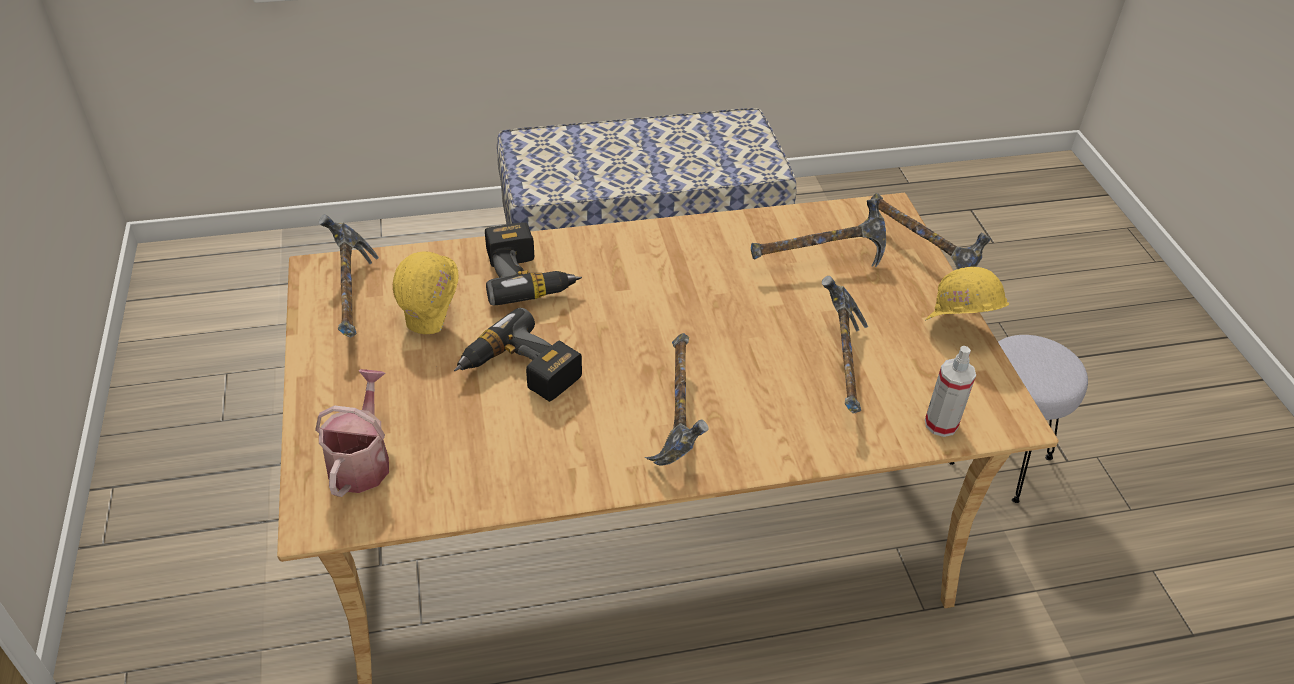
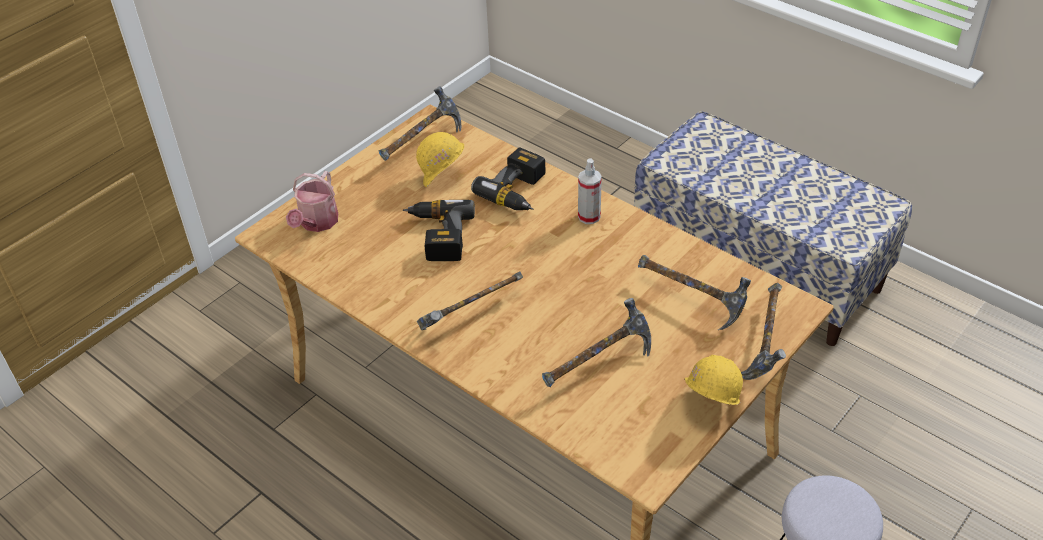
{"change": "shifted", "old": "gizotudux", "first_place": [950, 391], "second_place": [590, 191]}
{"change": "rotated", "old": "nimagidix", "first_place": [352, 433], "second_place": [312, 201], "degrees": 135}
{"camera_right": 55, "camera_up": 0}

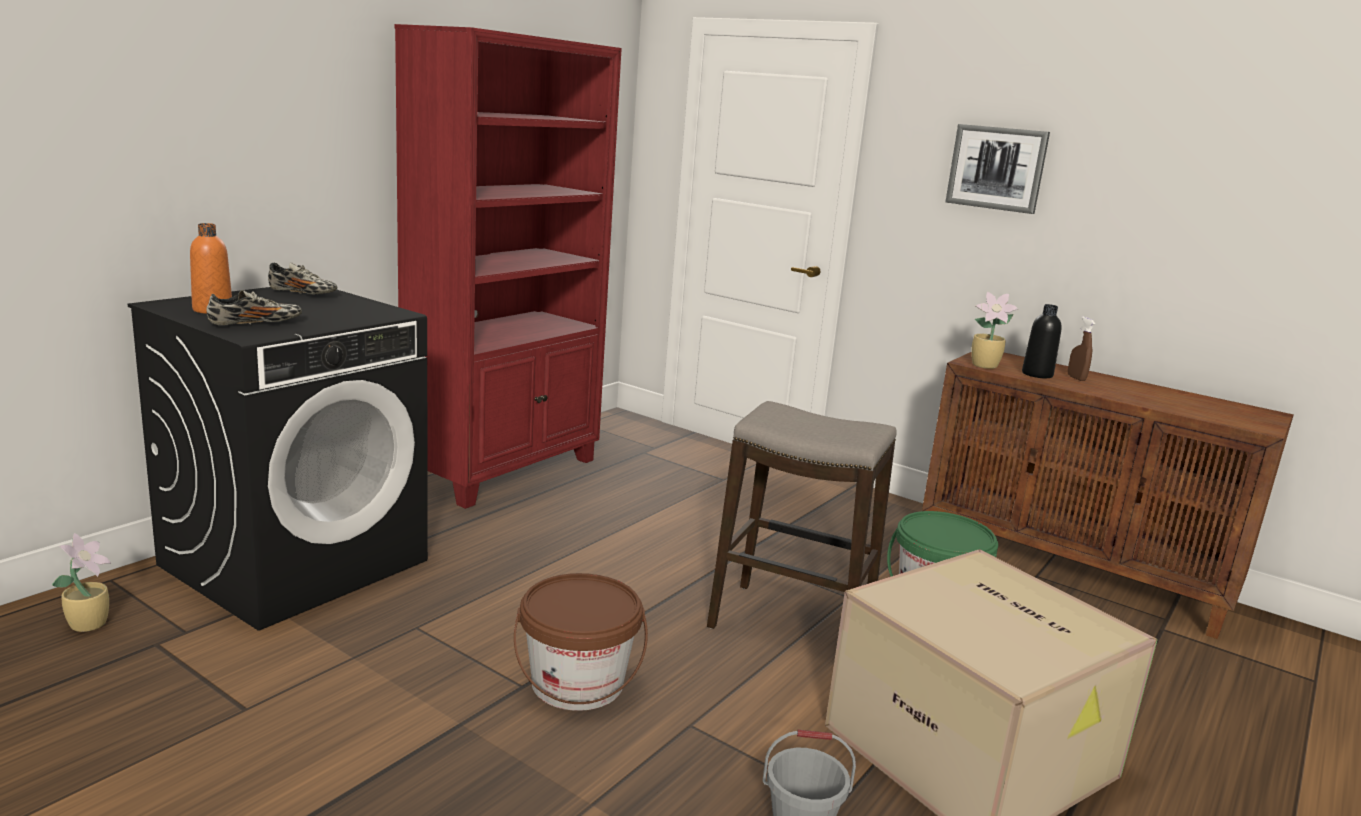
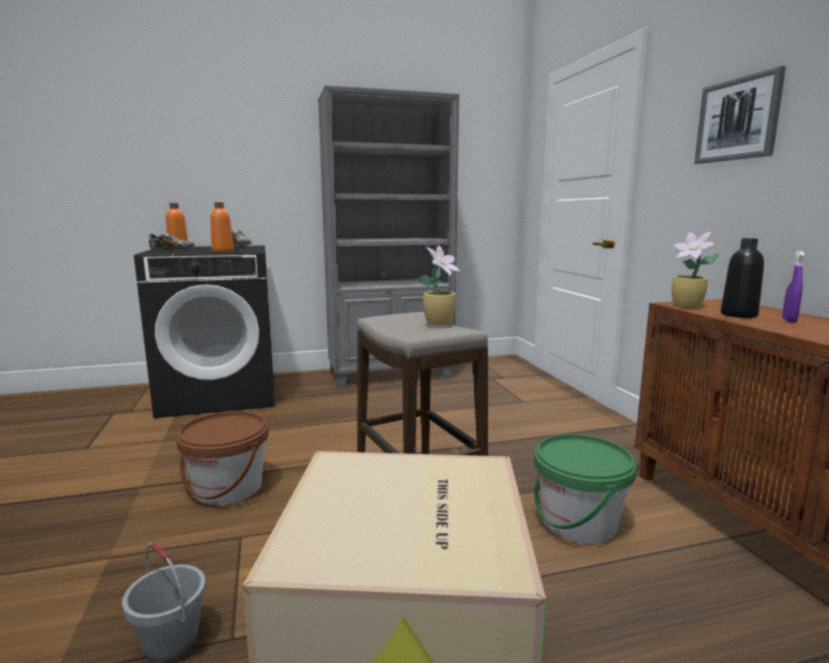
{"change": "new", "new": "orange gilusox", "second_place": [222, 227]}
{"change": "shifted", "old": "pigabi", "first_place": [81, 582], "second_place": [439, 286]}
{"change": "repainted", "old": "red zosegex", "new": "grey zosegex", "first_place": [508, 266], "second_place": [388, 236]}
{"change": "repainted", "old": "brown gizotudux", "new": "purple gizotudux", "first_place": [1081, 349], "second_place": [793, 286]}
{"camera_right": 40, "camera_up": -5}

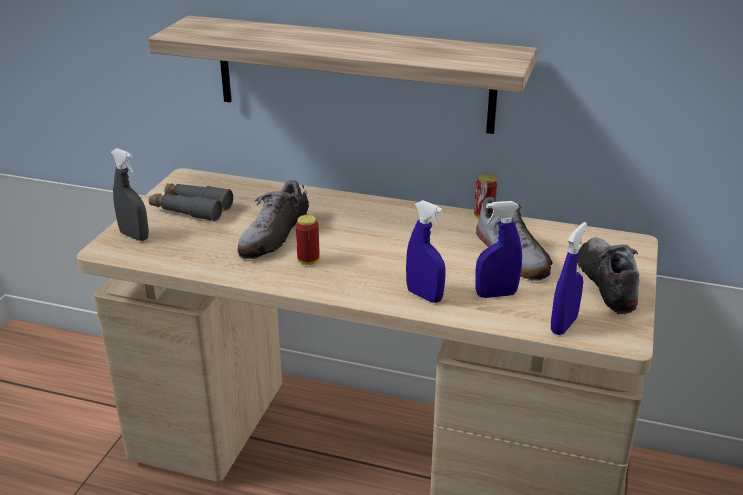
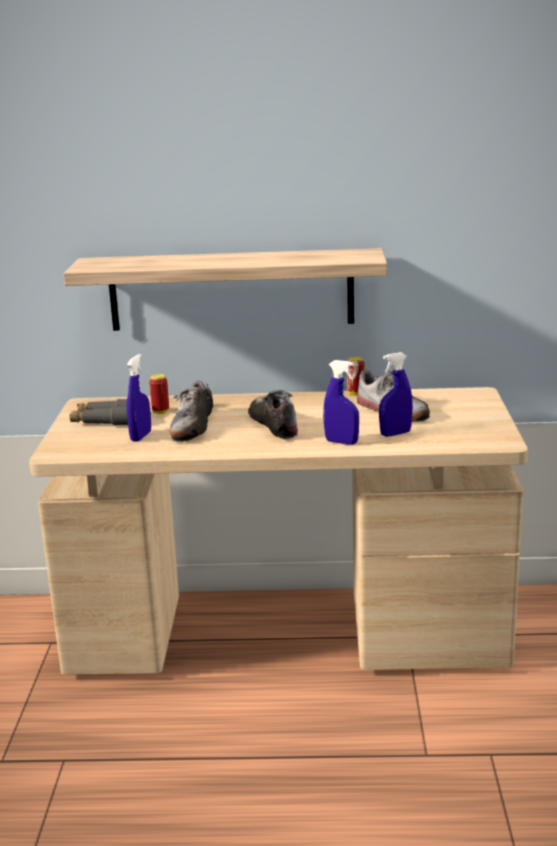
{"change": "gone", "old": "grey gizotudux", "first_place": [130, 194]}
{"change": "shifted", "old": "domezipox", "first_place": [308, 240], "second_place": [159, 394]}
{"change": "shifted", "old": "blue gizotudux", "first_place": [569, 278], "second_place": [139, 398]}
{"change": "shifted", "old": "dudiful", "first_place": [608, 275], "second_place": [273, 414]}
{"camera_right": -15, "camera_up": -10}

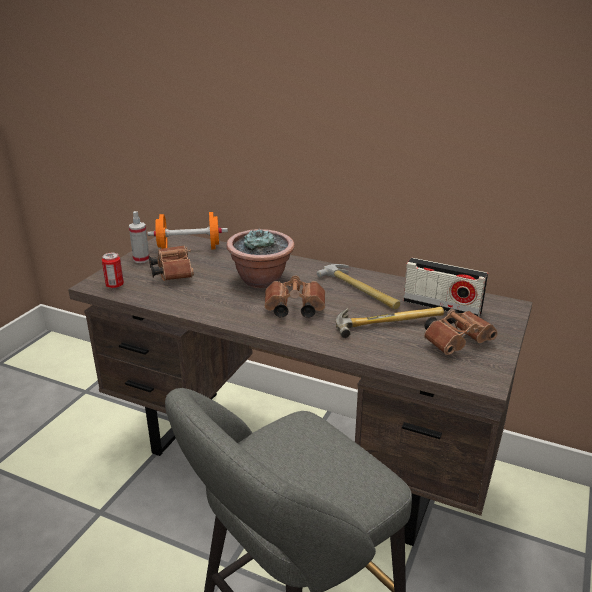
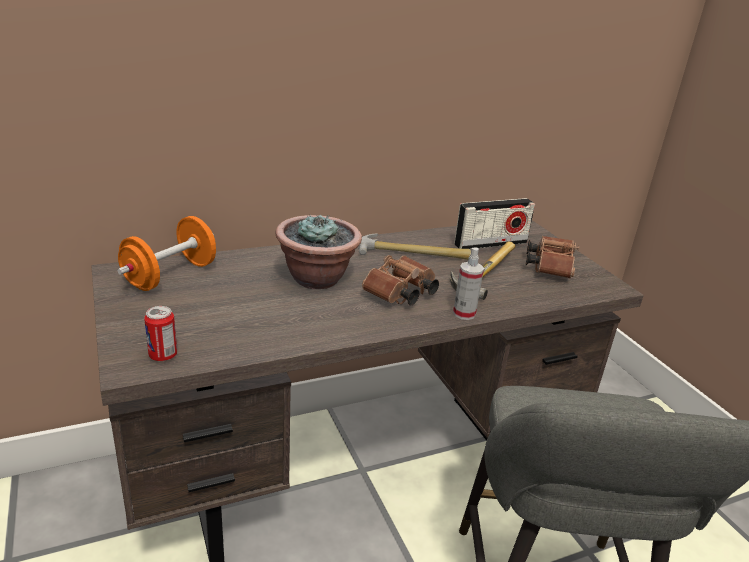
{"change": "gone", "old": "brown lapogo", "first_place": [171, 263]}
{"change": "shifted", "old": "gizotudux", "first_place": [139, 237], "second_place": [468, 284]}
{"camera_right": -50, "camera_up": 0}

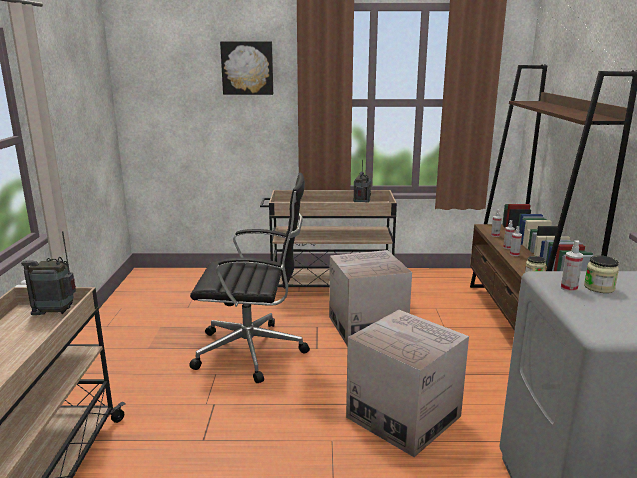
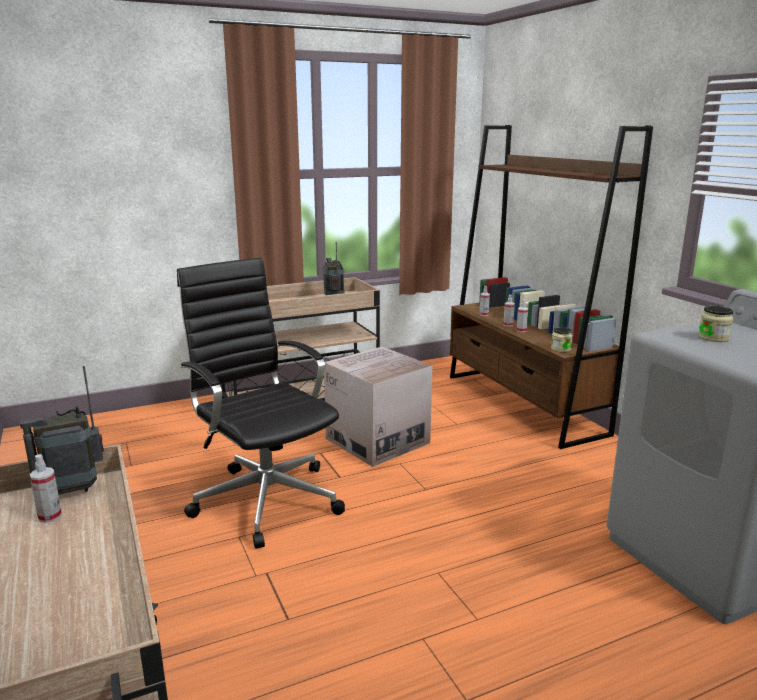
{"change": "gone", "old": "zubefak", "first_place": [246, 68]}
{"change": "gone", "old": "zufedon", "first_place": [407, 383]}
{"change": "shifted", "old": "gizotudux", "first_place": [572, 266], "second_place": [46, 488]}
{"change": "rotated", "old": "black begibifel", "first_place": [249, 278], "second_place": [261, 403], "degrees": -105}
{"camera_right": -25, "camera_up": 0}

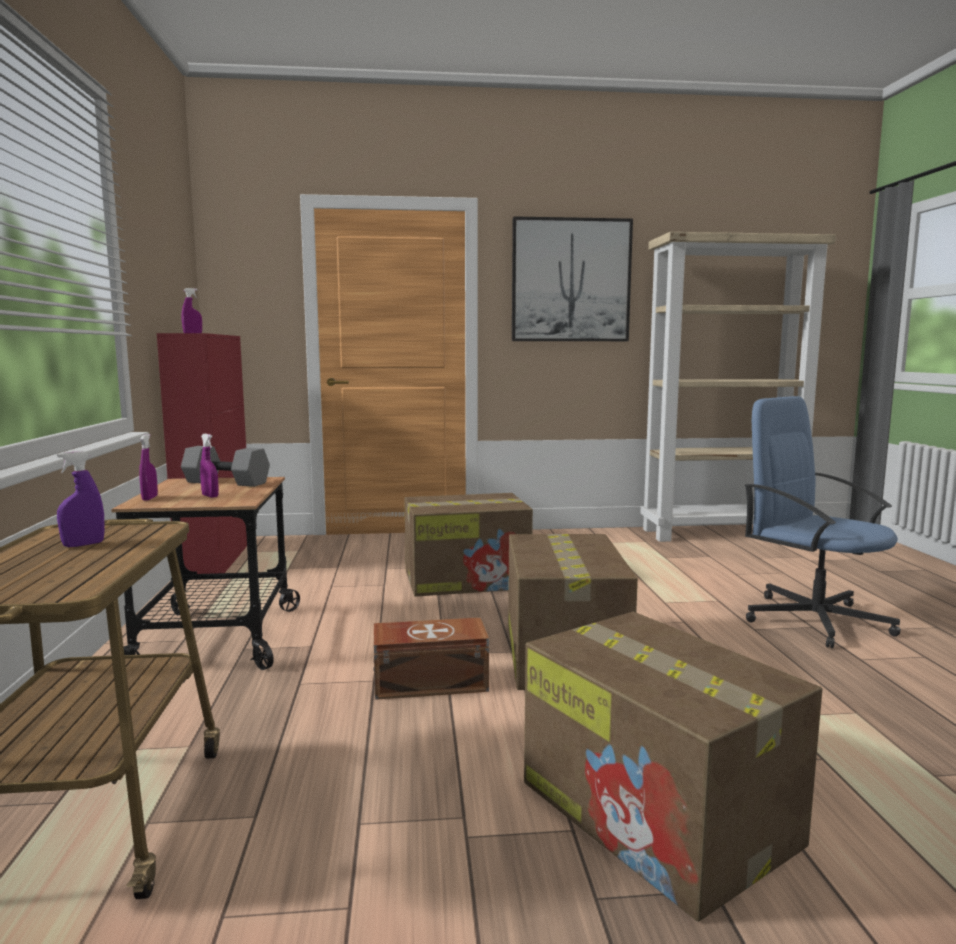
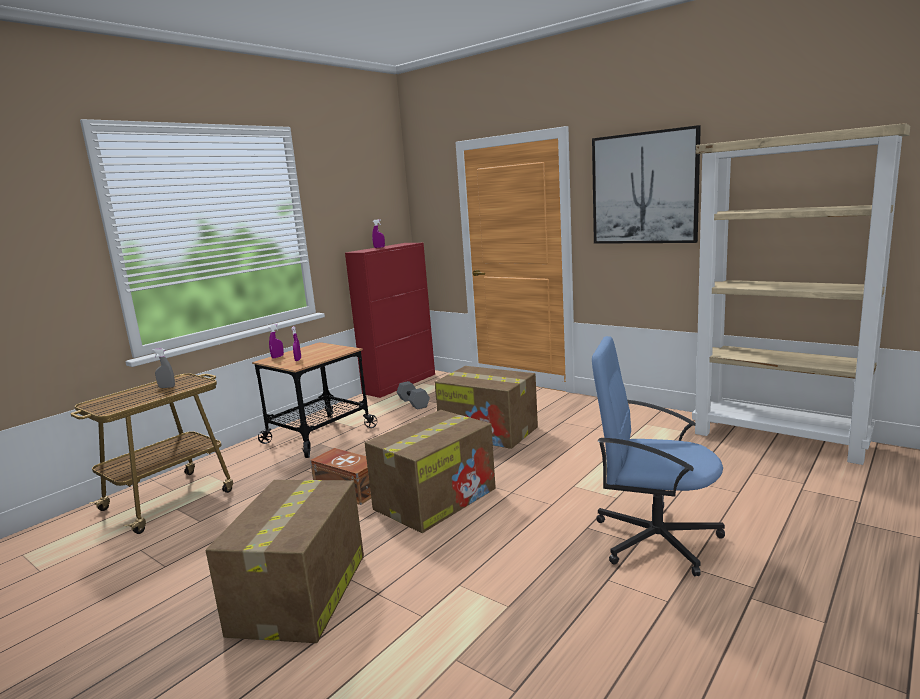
{"change": "shifted", "old": "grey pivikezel", "first_place": [225, 466], "second_place": [413, 395]}
{"change": "repainted", "old": "purple gizotudux", "new": "grey gizotudux", "first_place": [81, 499], "second_place": [163, 368]}
{"change": "rotated", "old": "blue begibifel", "first_place": [822, 522], "second_place": [658, 456], "degrees": -75}
{"camera_right": 45, "camera_up": 5}

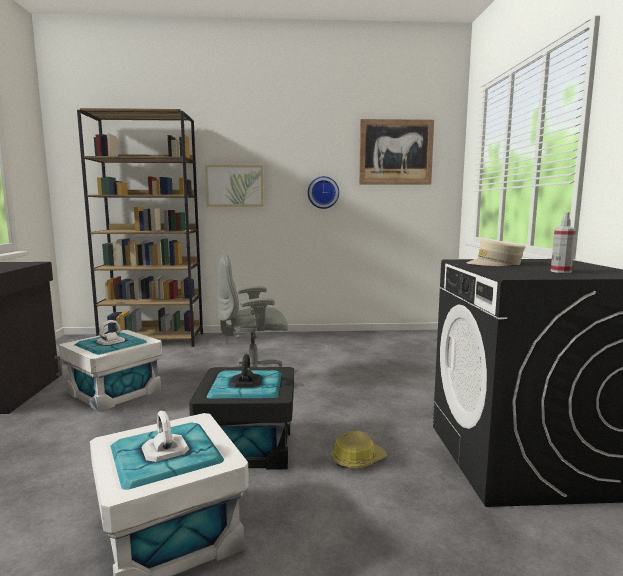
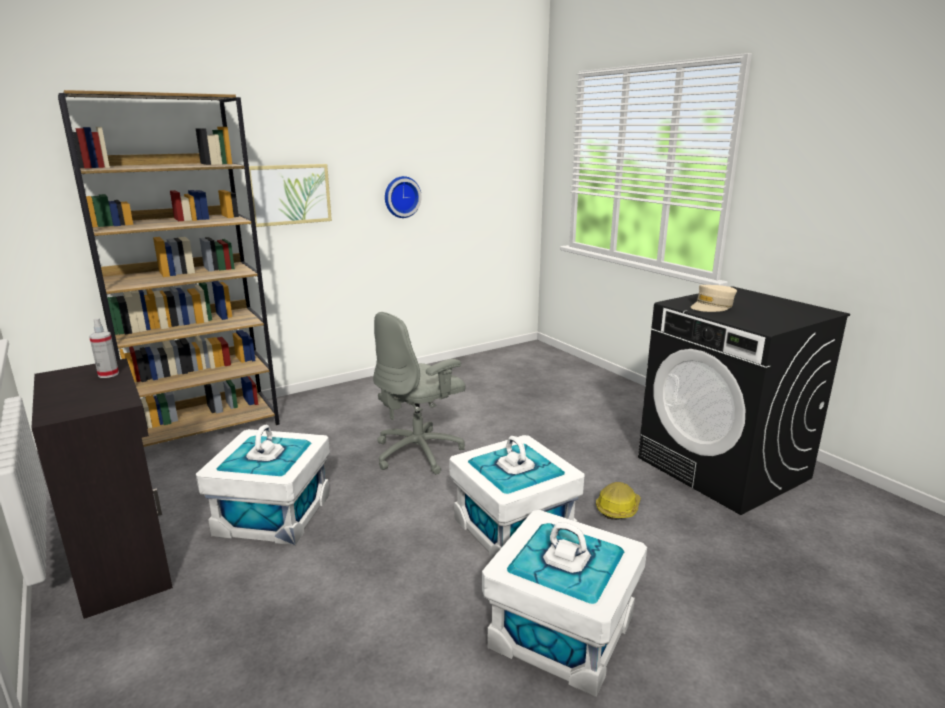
{"change": "gone", "old": "zubefak", "first_place": [396, 152]}
{"change": "shifted", "old": "gizotudux", "first_place": [563, 242], "second_place": [104, 348]}
{"change": "repainted", "old": "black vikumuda", "new": "white vikumuda", "first_place": [241, 412], "second_place": [517, 497]}
{"camera_right": -30, "camera_up": 10}

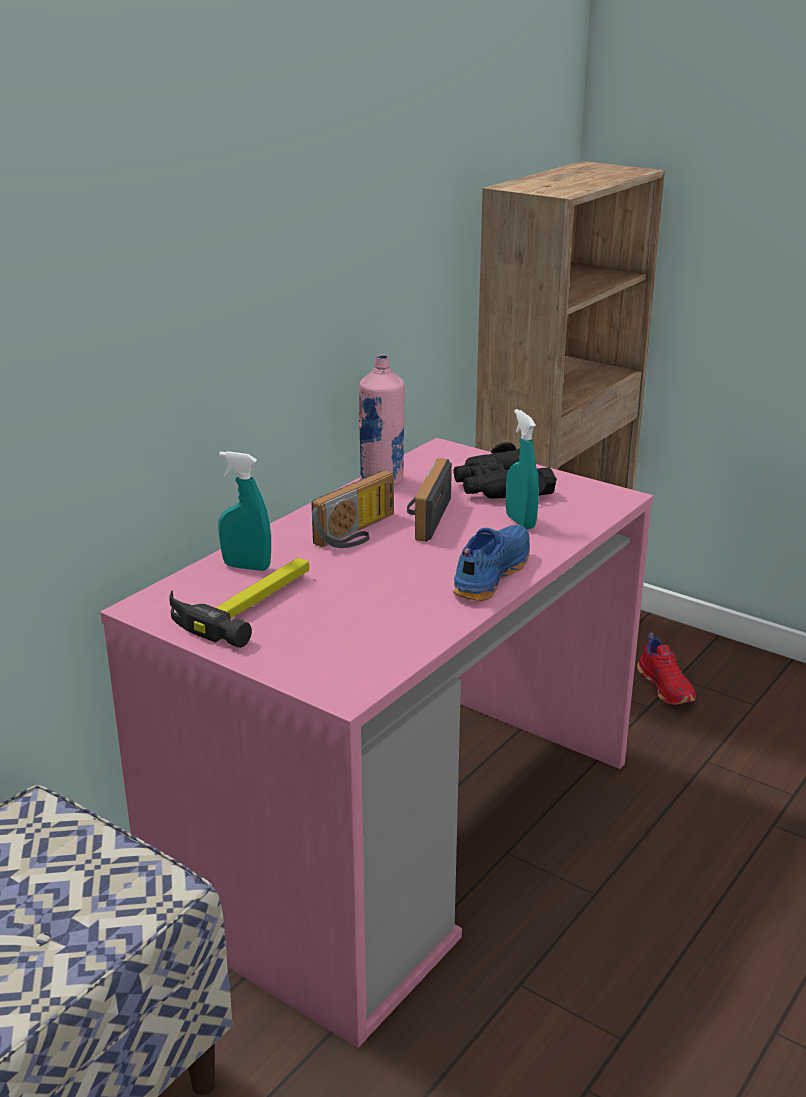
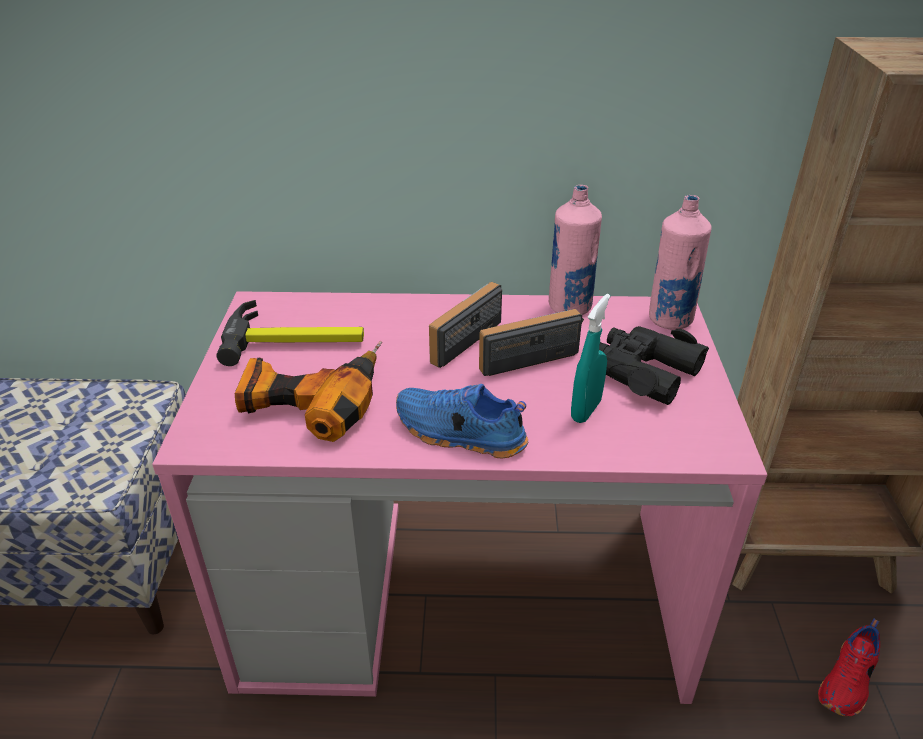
{"change": "gone", "old": "turquoise gizotudux", "first_place": [244, 511]}
{"change": "new", "new": "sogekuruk", "second_place": [308, 391]}
{"change": "new", "new": "pink gilusox", "second_place": [680, 262]}
{"change": "rotated", "old": "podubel", "first_place": [353, 509], "second_place": [465, 325], "degrees": 120}
{"change": "rotated", "old": "blue dudiful", "first_place": [491, 563], "second_place": [462, 421], "degrees": -150}
{"camera_right": 55, "camera_up": 10}

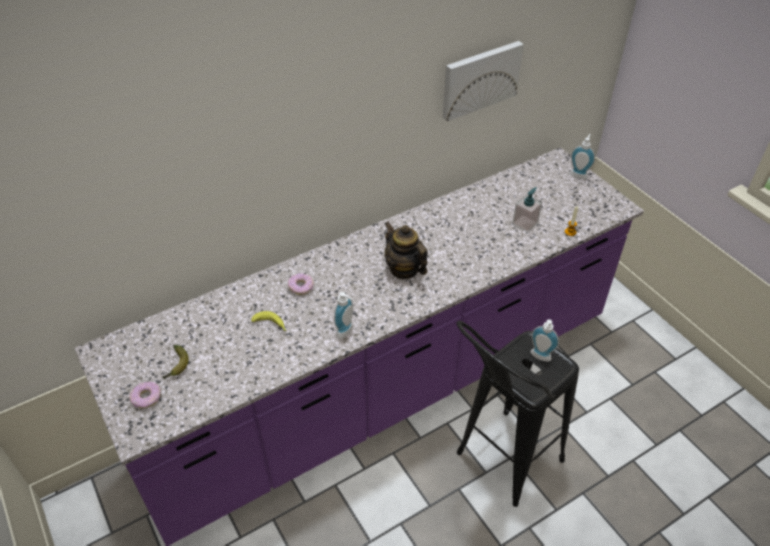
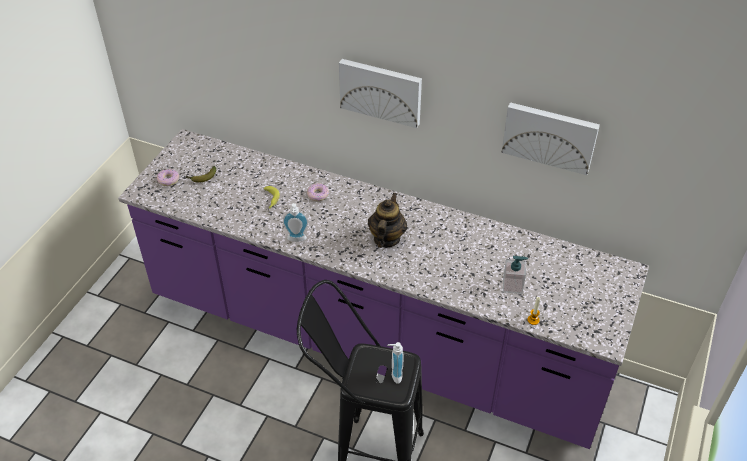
{"change": "gone", "old": "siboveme", "first_place": [582, 156]}
{"change": "new", "new": "zubefak", "second_place": [380, 93]}
{"camera_right": 55, "camera_up": 0}

